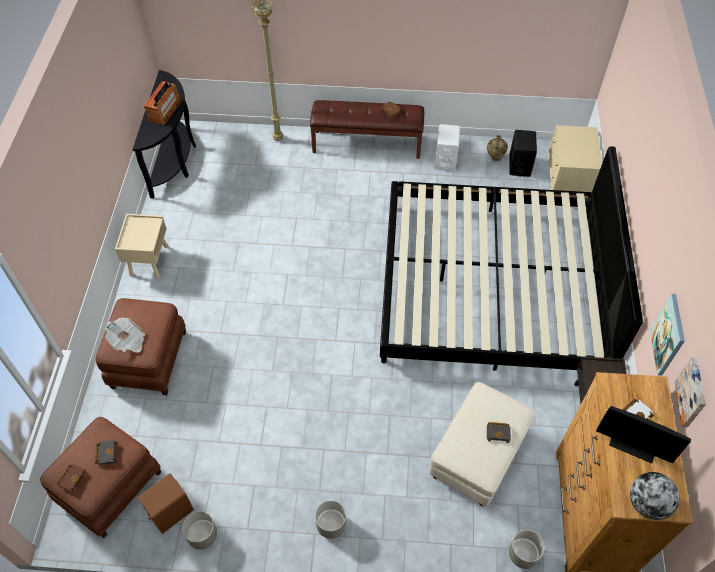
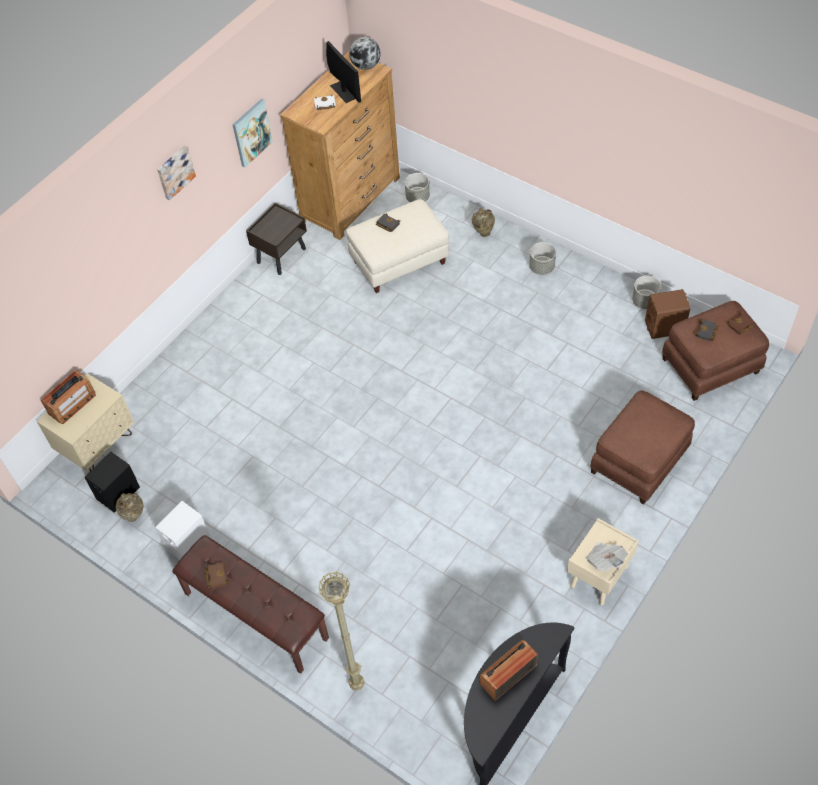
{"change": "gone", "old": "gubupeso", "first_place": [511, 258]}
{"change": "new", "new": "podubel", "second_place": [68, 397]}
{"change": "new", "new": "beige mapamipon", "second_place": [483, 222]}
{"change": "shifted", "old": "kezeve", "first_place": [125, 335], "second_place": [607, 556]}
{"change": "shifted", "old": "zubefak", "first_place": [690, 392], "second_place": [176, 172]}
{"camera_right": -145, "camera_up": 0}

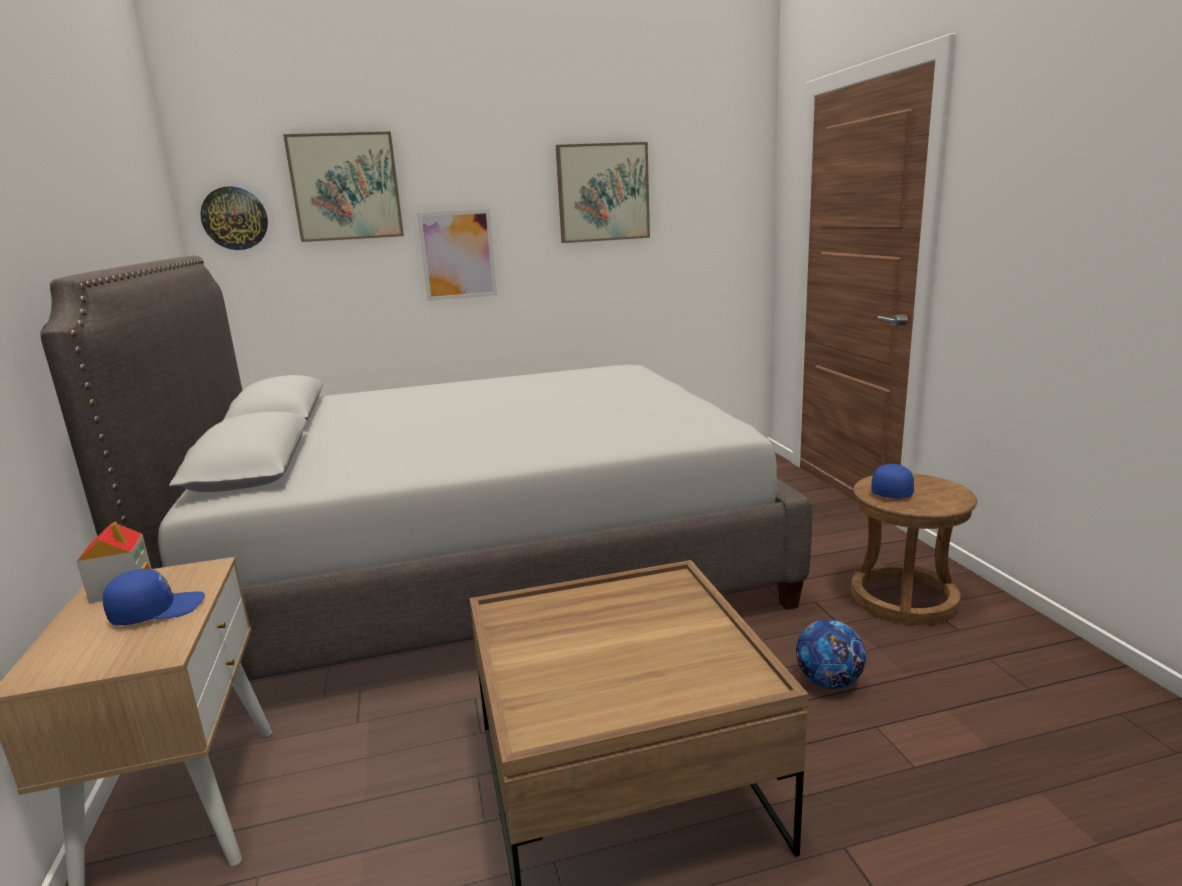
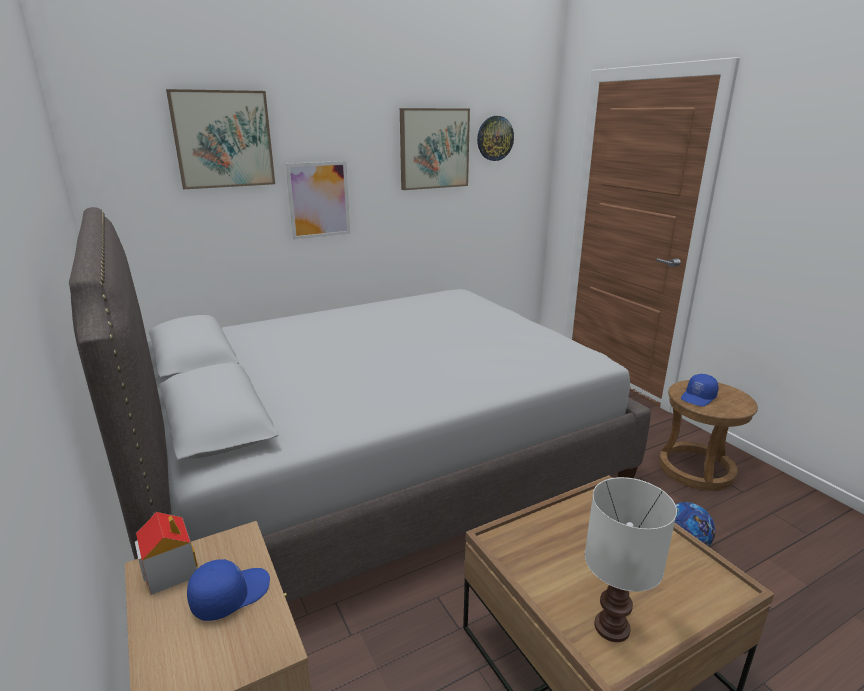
{"change": "new", "new": "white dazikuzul", "second_place": [631, 559]}
{"change": "shifted", "old": "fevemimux", "first_place": [234, 218], "second_place": [495, 138]}
{"change": "rotated", "old": "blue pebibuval", "first_place": [893, 481], "second_place": [700, 390], "degrees": -150}
{"camera_right": -15, "camera_up": 5}

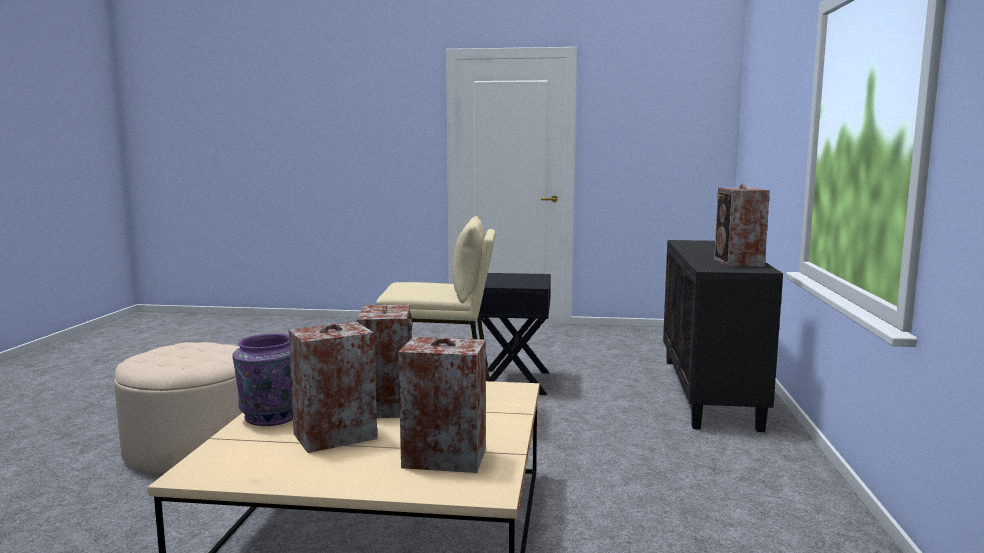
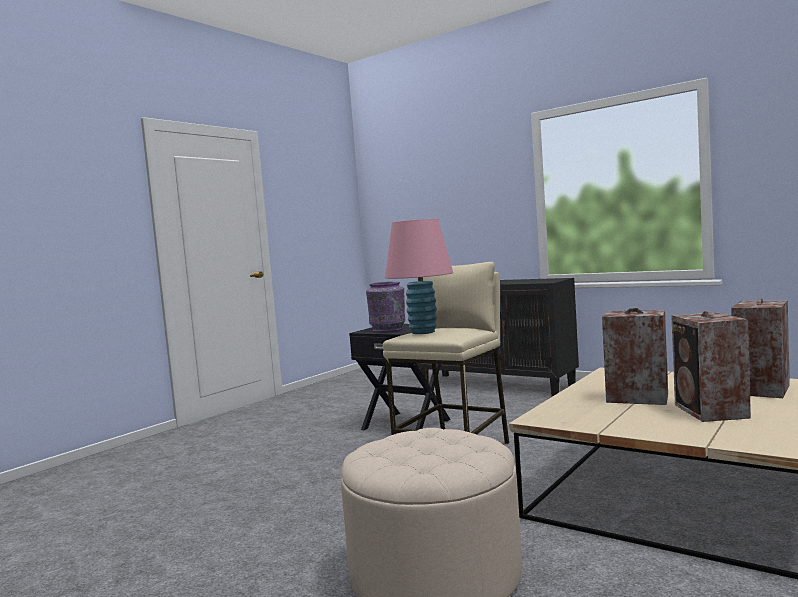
{"change": "gone", "old": "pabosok", "first_place": [742, 225]}
{"change": "new", "new": "pink dazikuzul", "second_place": [419, 276]}
{"change": "shifted", "old": "purple mapamipon", "first_place": [262, 379], "second_place": [385, 307]}
{"camera_right": -60, "camera_up": -5}

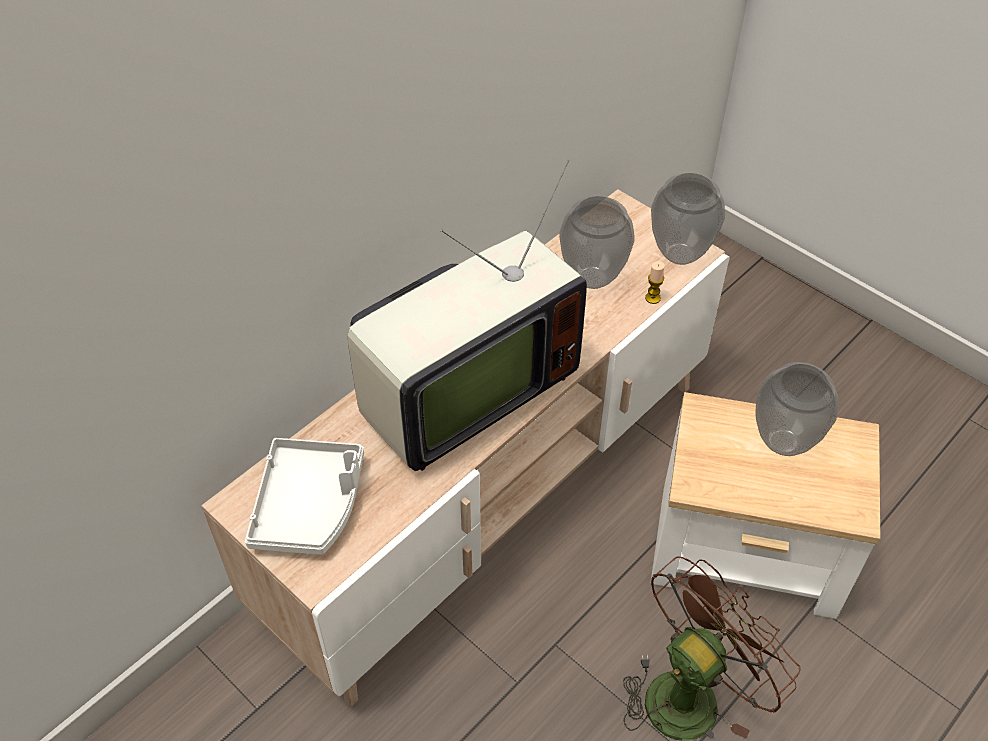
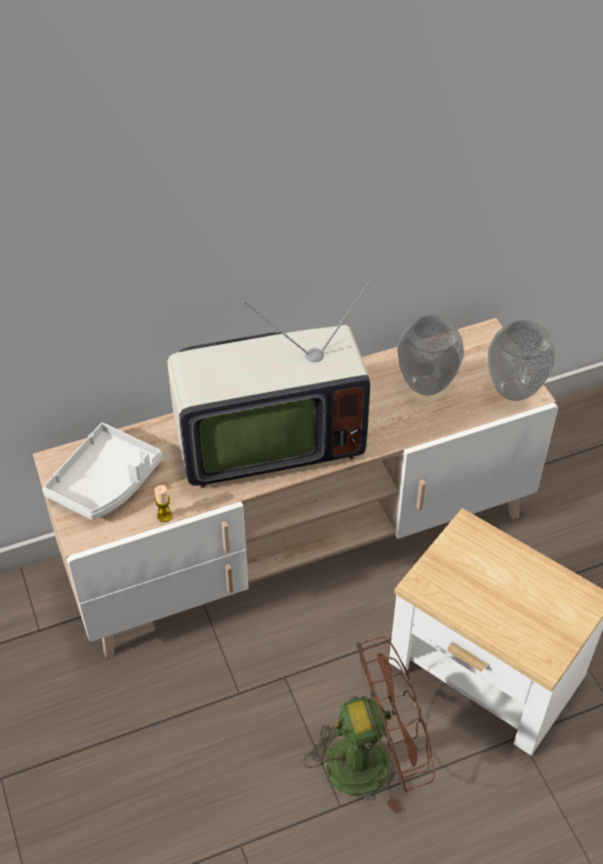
{"change": "gone", "old": "mapamipon", "first_place": [797, 409]}
{"change": "shifted", "old": "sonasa", "first_place": [655, 282], "second_place": [163, 503]}
{"camera_right": 25, "camera_up": 0}

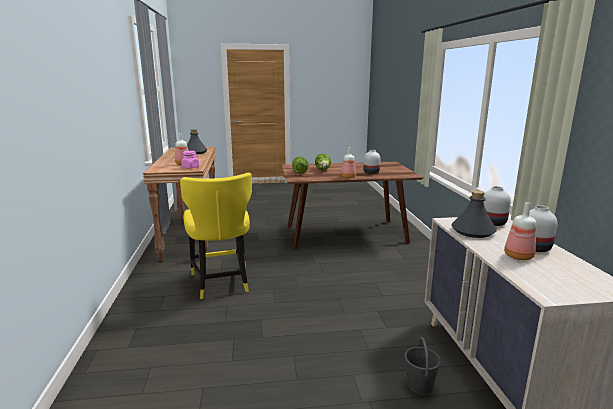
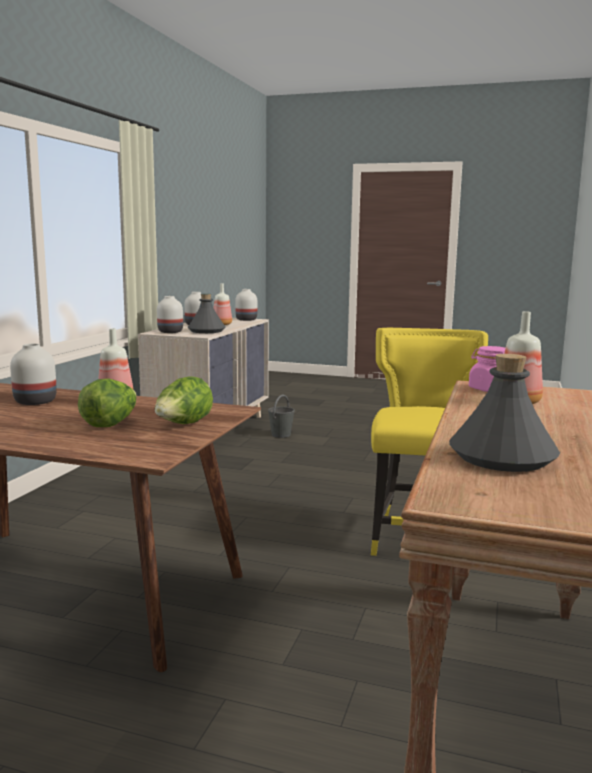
{"change": "new", "new": "white mapamipon", "second_place": [246, 305]}
{"camera_right": -155, "camera_up": -5}

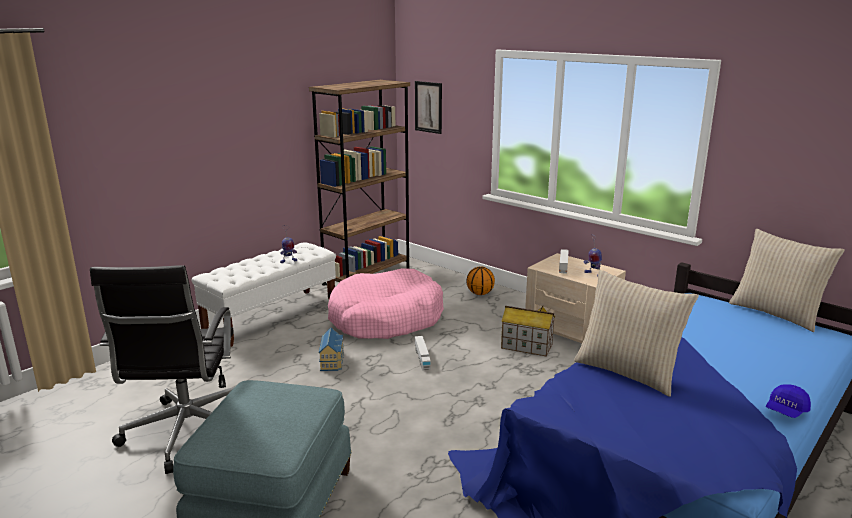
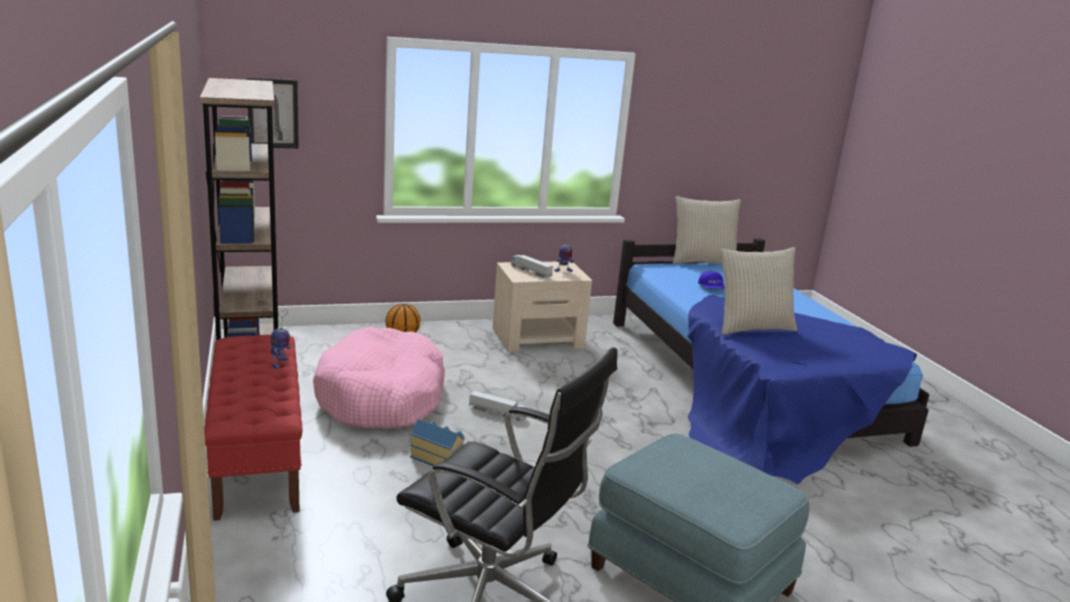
{"change": "gone", "old": "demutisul", "first_place": [528, 331]}
{"change": "shifted", "old": "blue pebibuval", "first_place": [788, 401], "second_place": [711, 280]}
{"change": "repainted", "old": "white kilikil", "new": "red kilikil", "first_place": [264, 295], "second_place": [253, 428]}
{"camera_right": -60, "camera_up": 0}

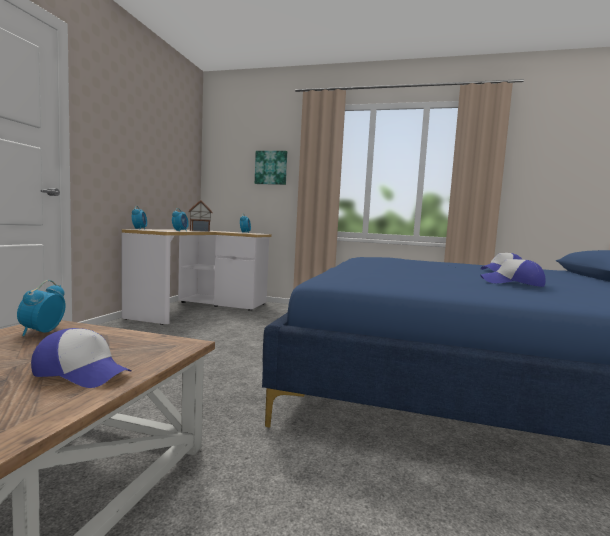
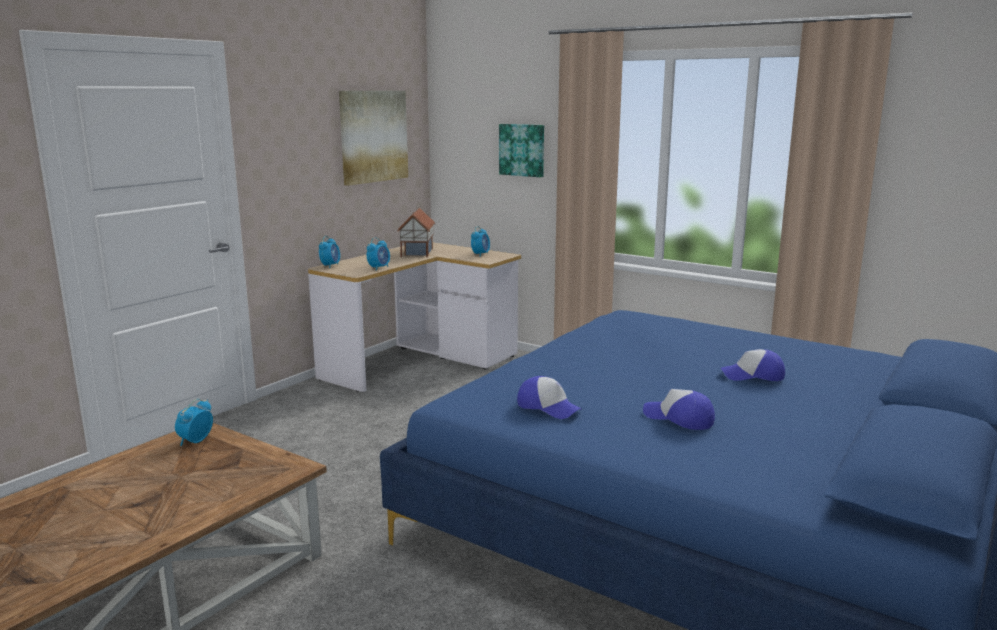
{"change": "new", "new": "zubefak", "second_place": [373, 138]}
{"change": "shifted", "old": "pebibuval", "first_place": [81, 358], "second_place": [549, 397]}
{"camera_right": 20, "camera_up": 10}

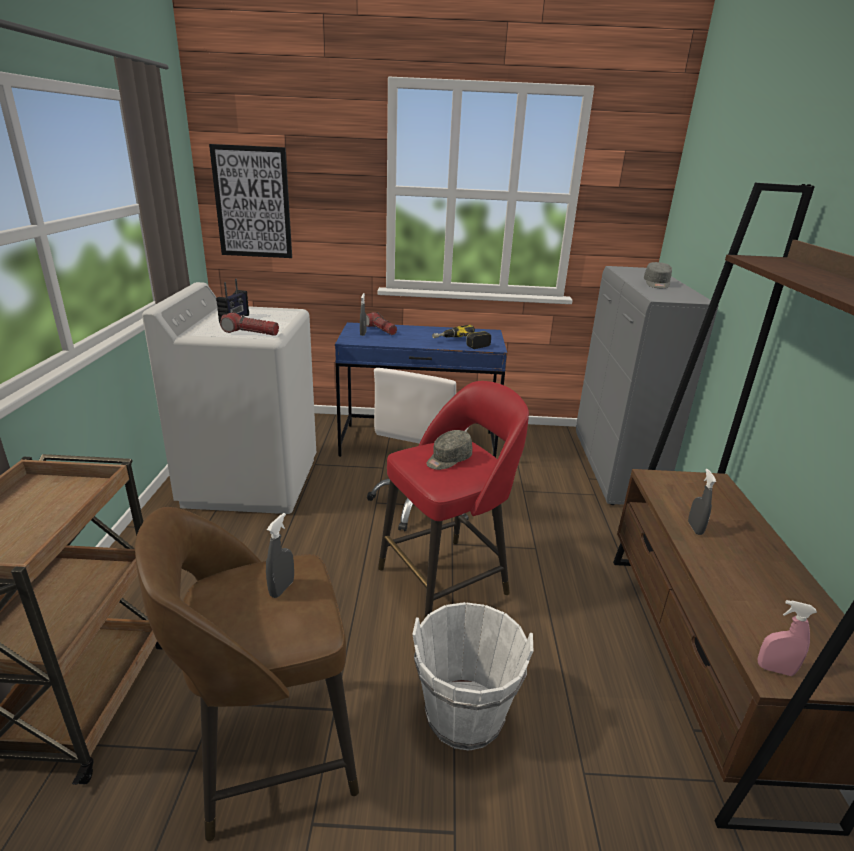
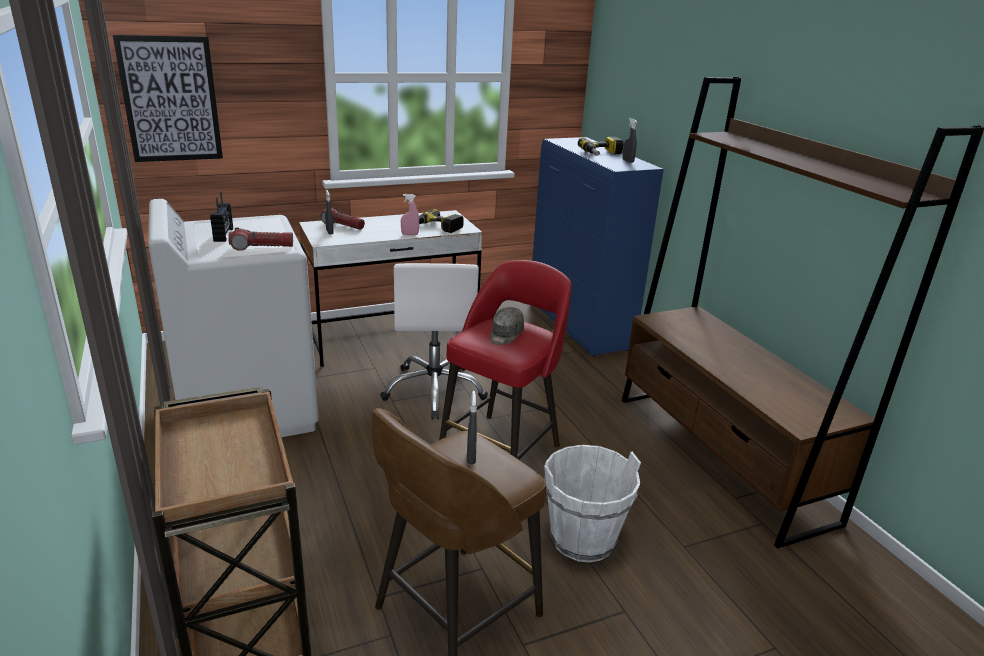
{"change": "shifted", "old": "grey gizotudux", "first_place": [702, 502], "second_place": [630, 140]}
{"change": "shifted", "old": "pink gizotudux", "first_place": [787, 638], "second_place": [410, 214]}
{"change": "swapped", "old": "grey pebibuval", "new": "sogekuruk", "first_place": [658, 275], "second_place": [600, 146]}
{"change": "repainted", "old": "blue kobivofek", "new": "white kobivofek", "first_place": [421, 390], "second_place": [390, 288]}
{"change": "repainted", "old": "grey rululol", "new": "blue rululol", "first_place": [647, 385], "second_place": [598, 246]}
{"camera_right": -25, "camera_up": 0}

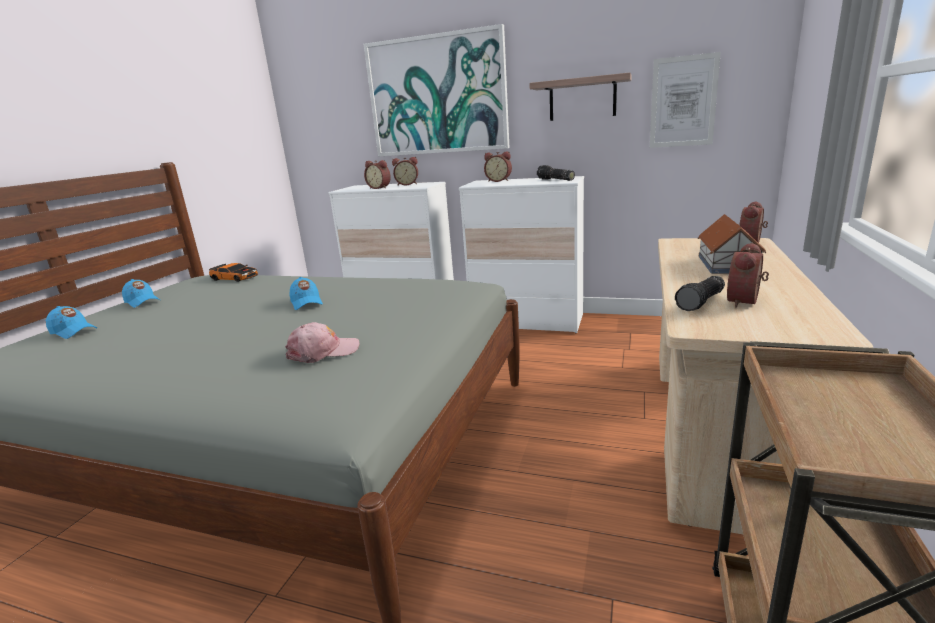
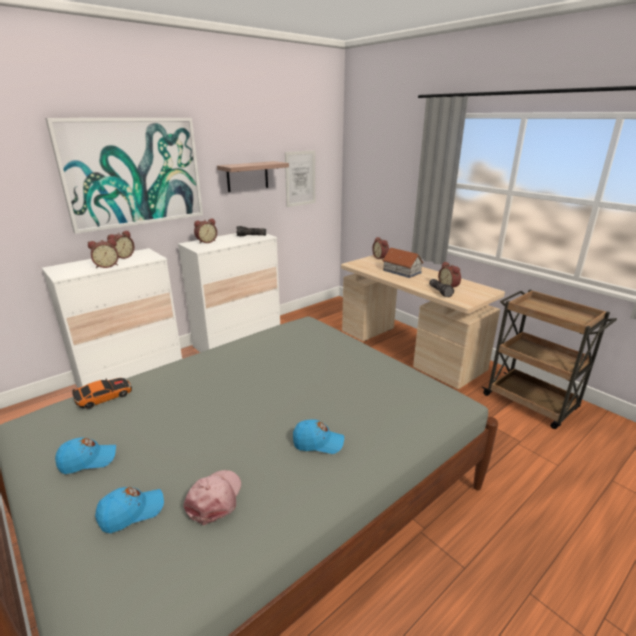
{"change": "shifted", "old": "pink pebibuval", "first_place": [322, 342], "second_place": [212, 497]}
{"change": "shifted", "old": "blue pebibuval", "first_place": [306, 293], "second_place": [318, 436]}
{"camera_right": -60, "camera_up": 5}

